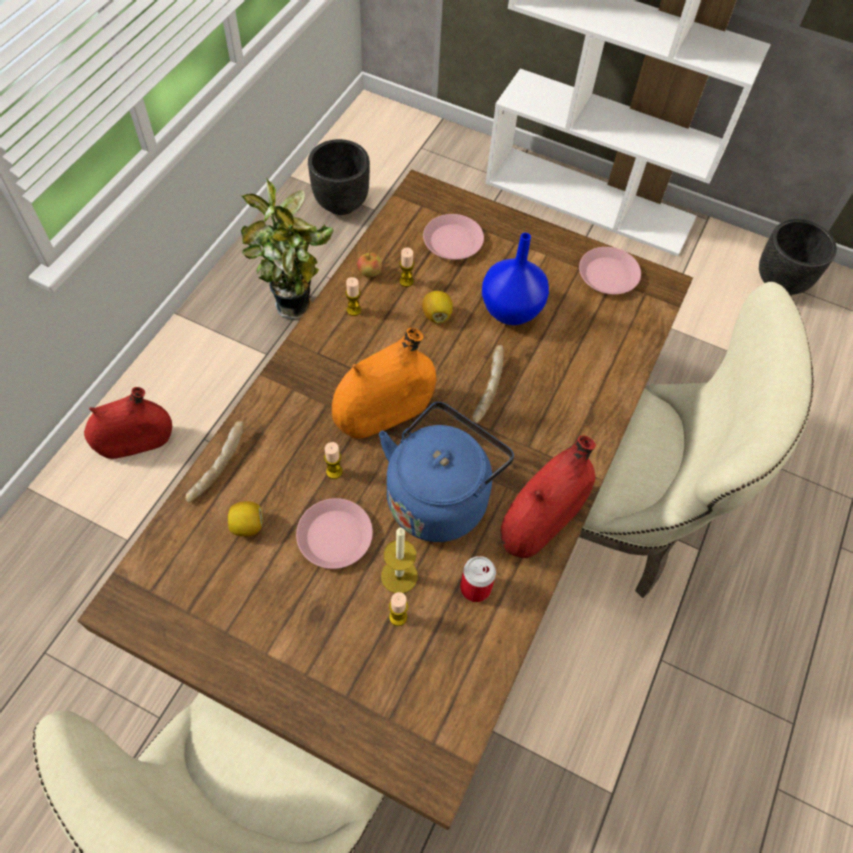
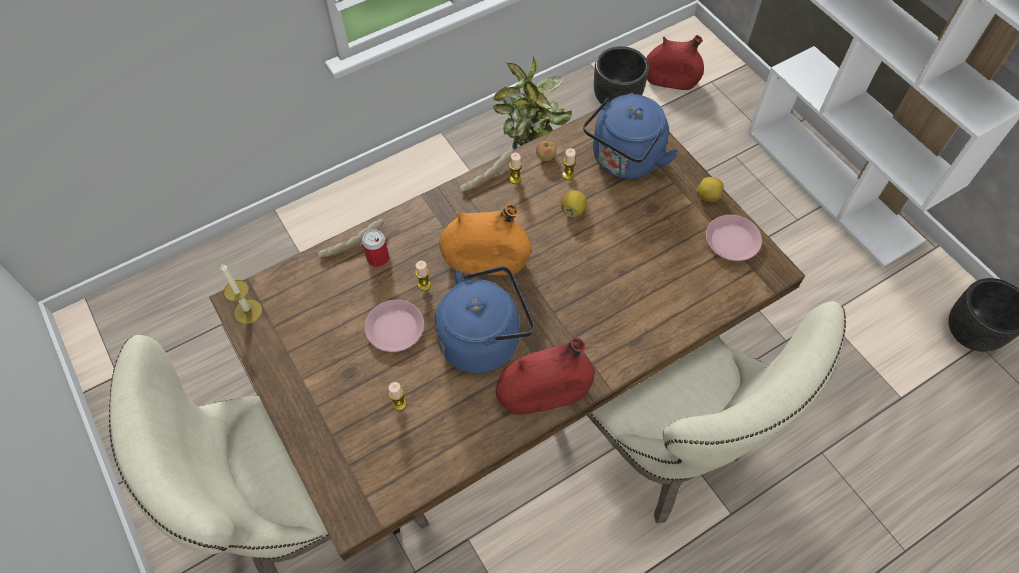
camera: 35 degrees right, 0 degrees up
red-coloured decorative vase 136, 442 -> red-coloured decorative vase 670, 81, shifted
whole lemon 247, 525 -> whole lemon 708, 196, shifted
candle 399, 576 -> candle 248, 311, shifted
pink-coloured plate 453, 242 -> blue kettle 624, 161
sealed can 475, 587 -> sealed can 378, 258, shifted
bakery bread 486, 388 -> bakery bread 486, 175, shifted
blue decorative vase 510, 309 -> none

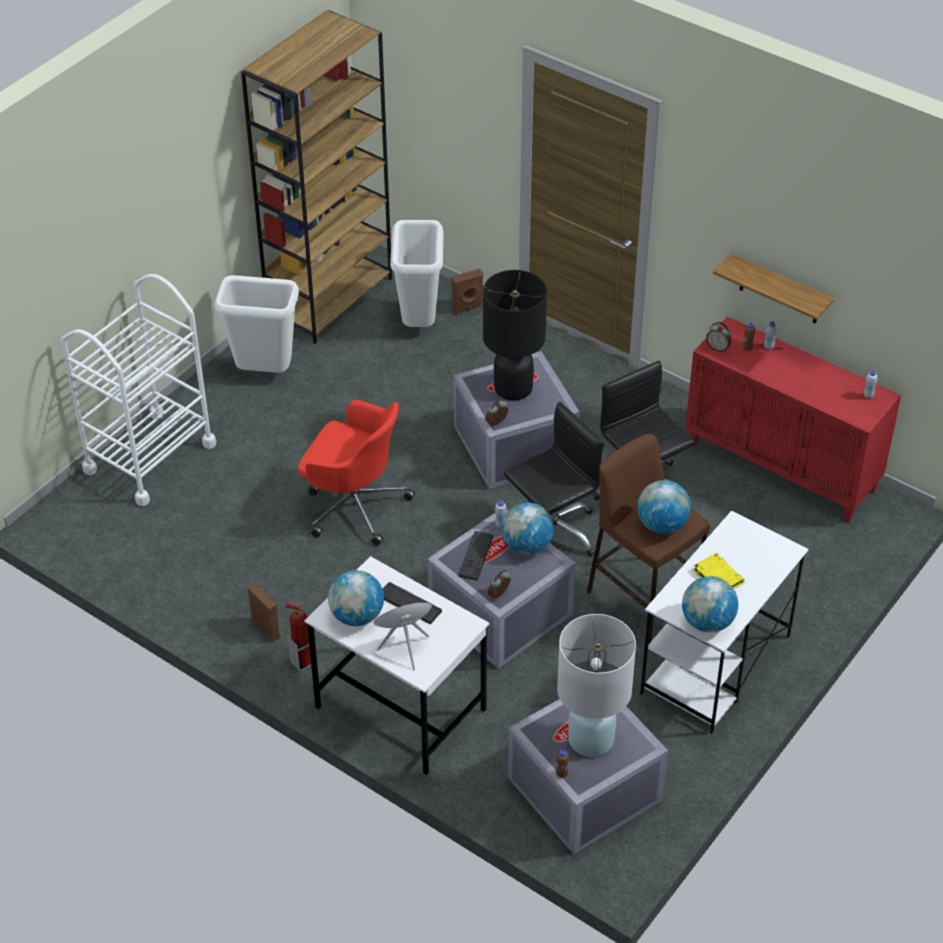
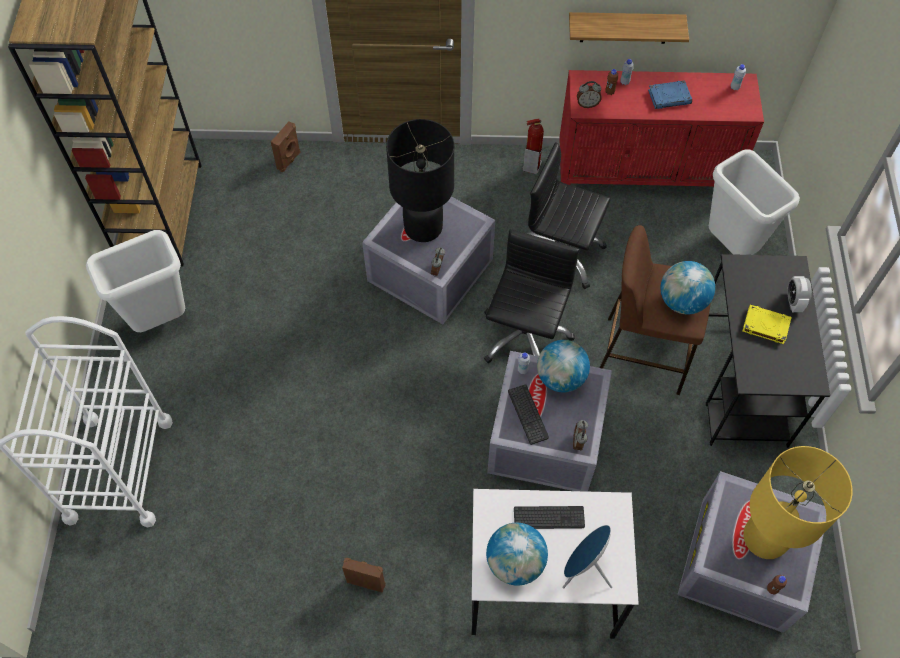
camera: 35 degrees left, 15 degrees up
fire-fighting cylinder 302, 662 -> fire-fighting cylinder 531, 166, shifted
red-coloured office chair 354, 505 -> none
whitish trash can 420, 323 -> whitish trash can 731, 246, shifted
whitish tabletop lamp 590, 739 -> yellowish tabletop lamp 765, 538
whitish desk 715, 665 -> black desk 741, 382
globe 707, 622 -> none
none -> blue volume 669, 97
none -> table clock 793, 302

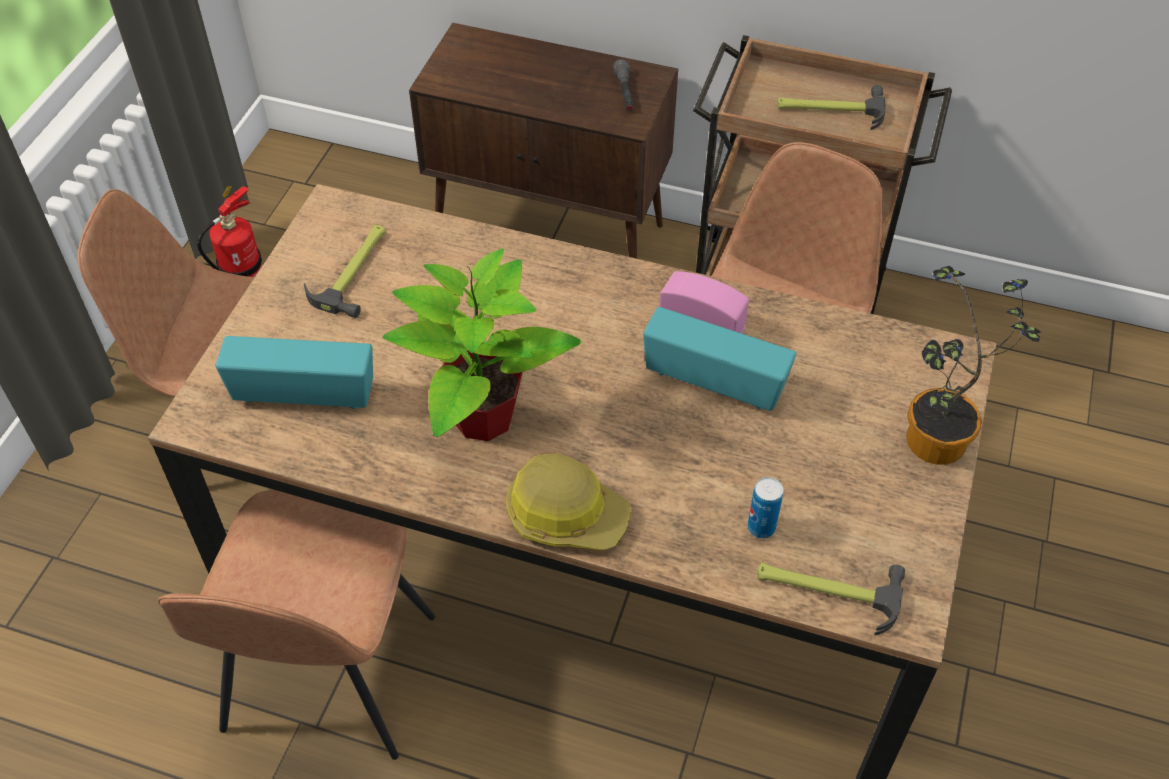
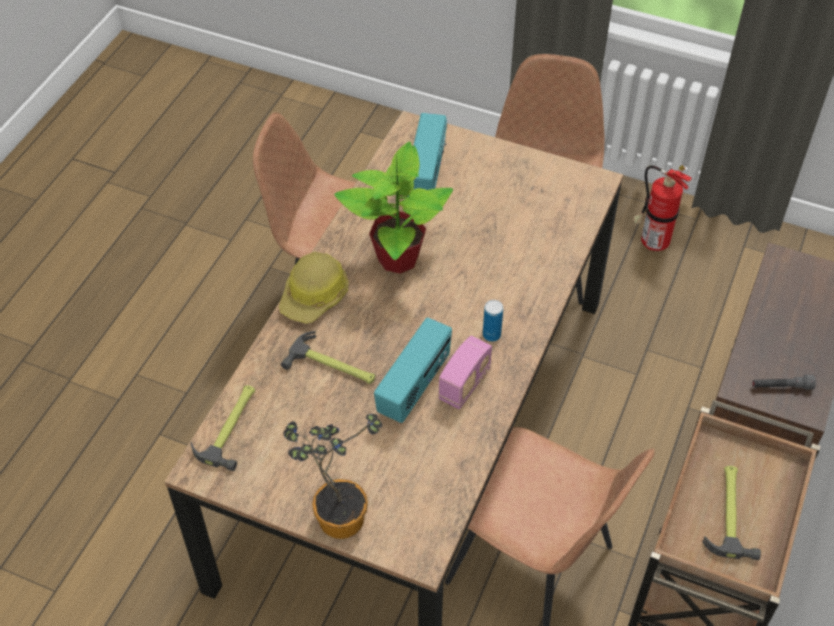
camera: 95 degrees right, 0 degrees up
hand hammer 354, 271 -> hand hammer 333, 366, shifted
sealed can 761, 527 -> sealed can 491, 335, shifted

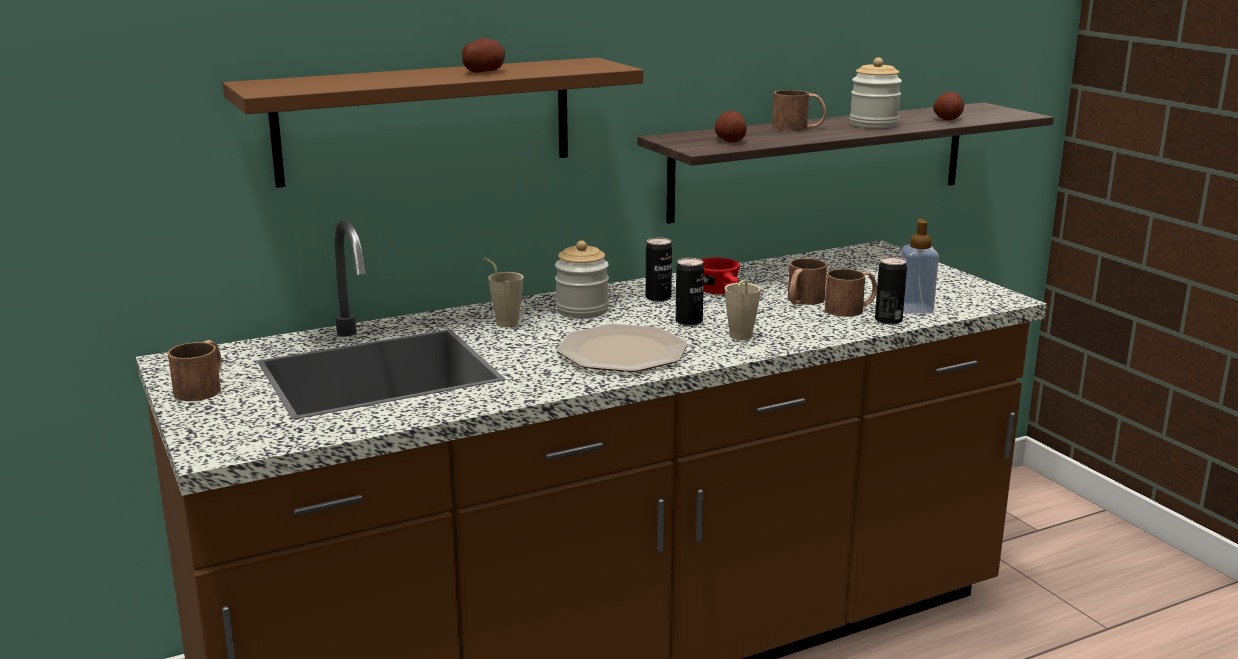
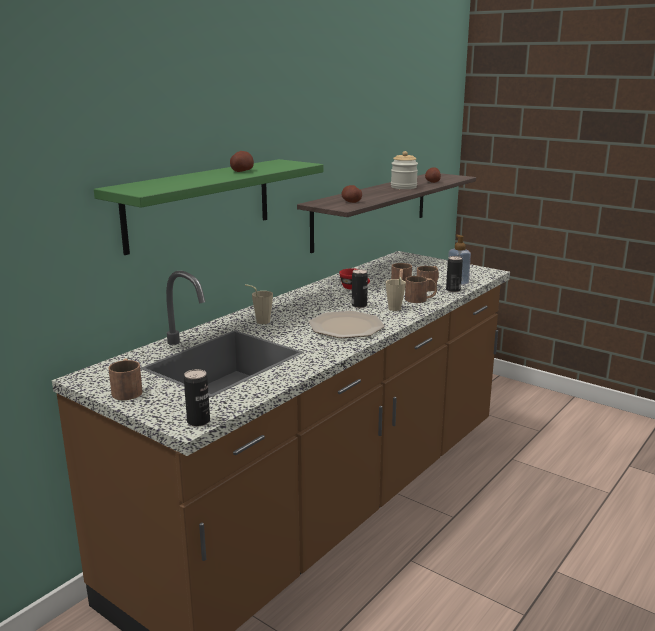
camera: 25 degrees left, 0 degrees up
brown wall shelf 426, 120 -> green wall shelf 199, 204
preserve jar 582, 310 -> none
sealed can 658, 298 -> sealed can 198, 421, shifted
brown coffee mug 799, 128 -> brown coffee mug 421, 299, shifted

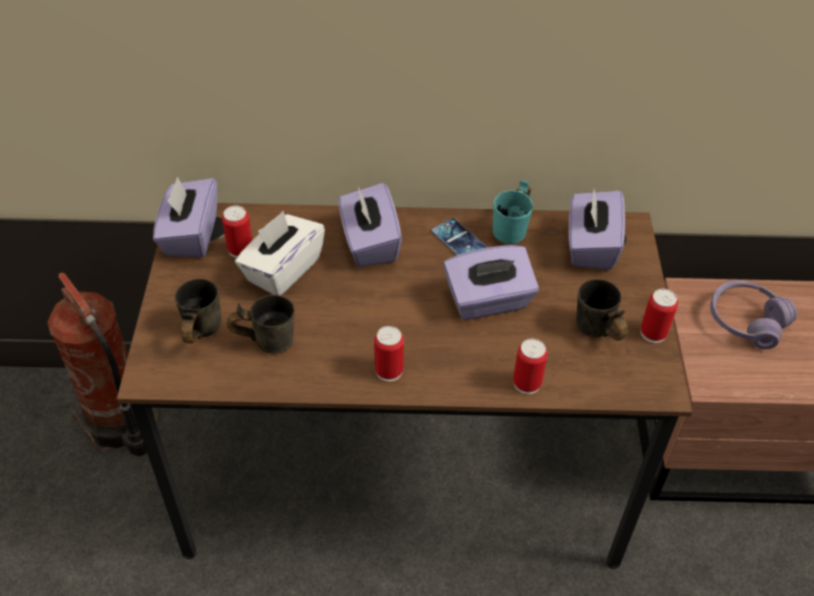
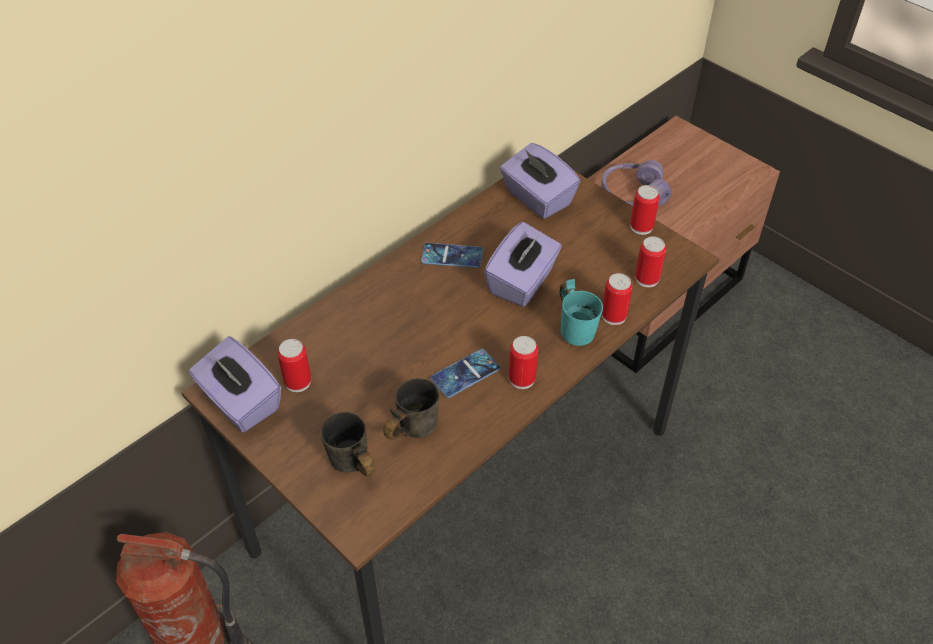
camera: 45 degrees left, 0 degrees up
whitish box of tissues 282, 270 -> none
purple box of tissues 369, 243 -> none
blue-green coffee mug 515, 230 -> blue-green coffee mug 578, 327, shifted
greyish coffee mug 594, 333 -> none
none -> handset 465, 373
none -> sealed can 647, 278

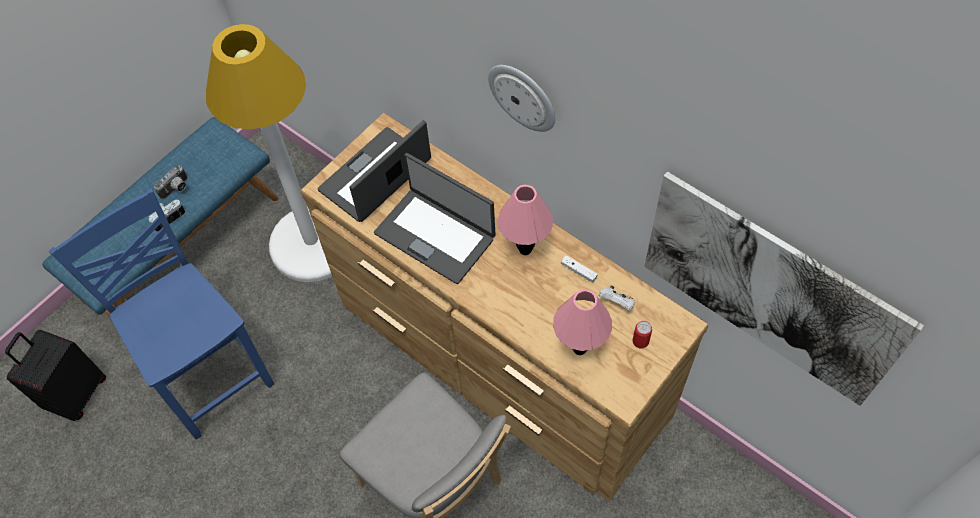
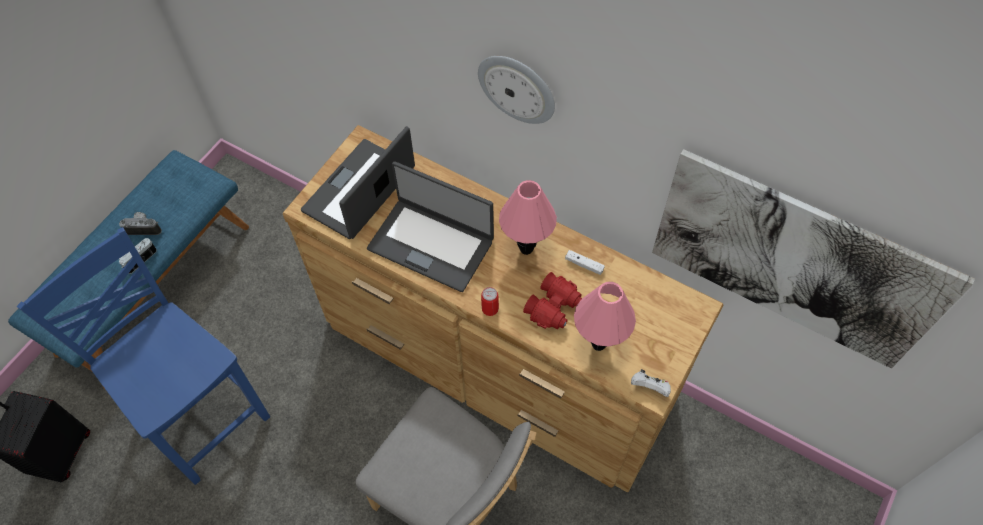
camera: 10 degrees left, 0 degrees up
photo camera 176, 189 -> photo camera 144, 227, 120 degrees counterclockwise
whitish standing lamp 312, 244 -> none
whitish game controller 617, 303 -> whitish game controller 649, 387, shifted
sealed can 640, 341 -> sealed can 490, 308, shifted
none -> red-coloured binoculars 554, 307

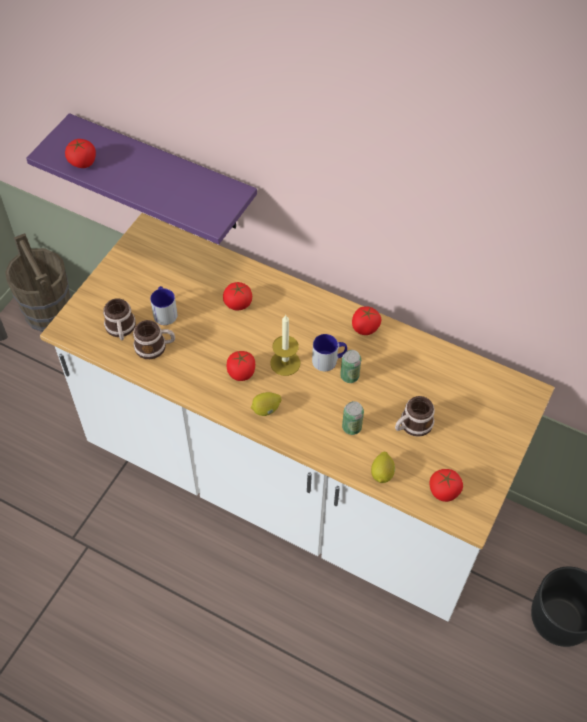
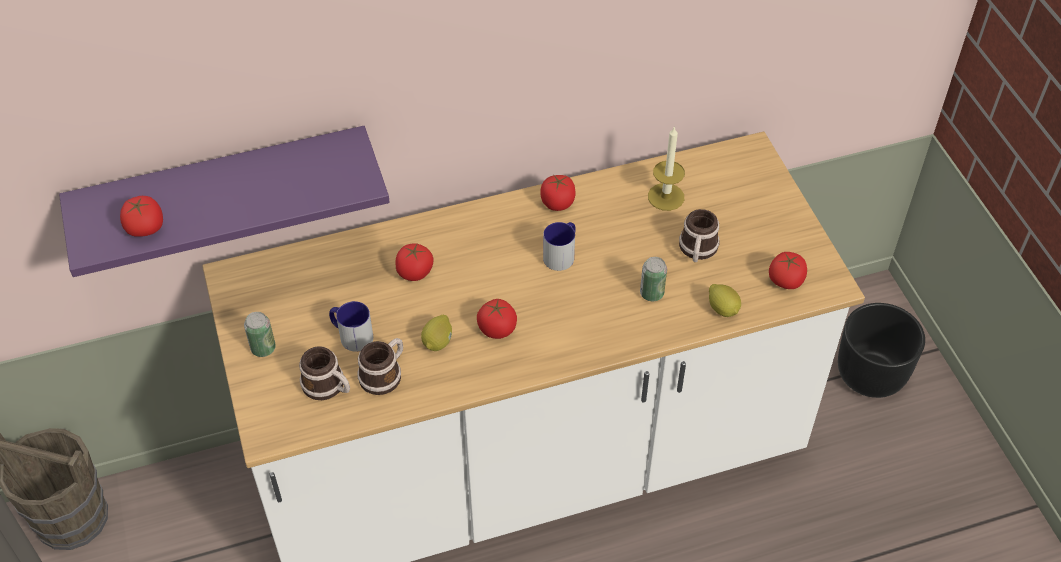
camera: 45 degrees left, 5 degrees down
whole lemon 266, 409 -> whole lemon 438, 342, shifted
candle 285, 363 -> candle 666, 197, shifted
sealed can 349, 376 -> sealed can 263, 348, shifted

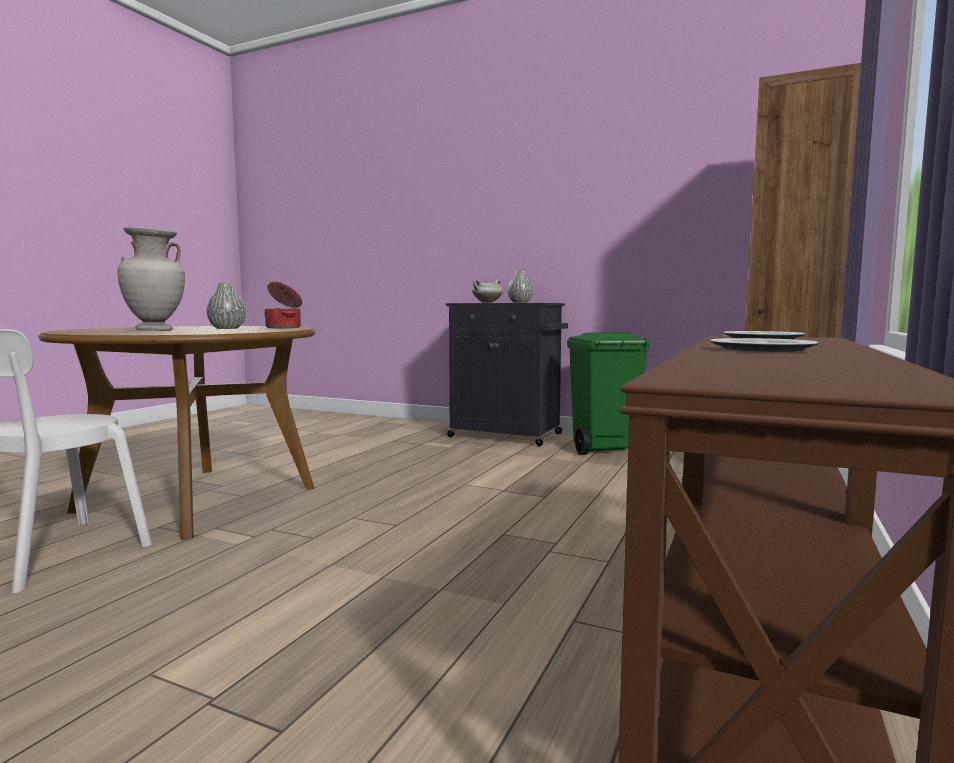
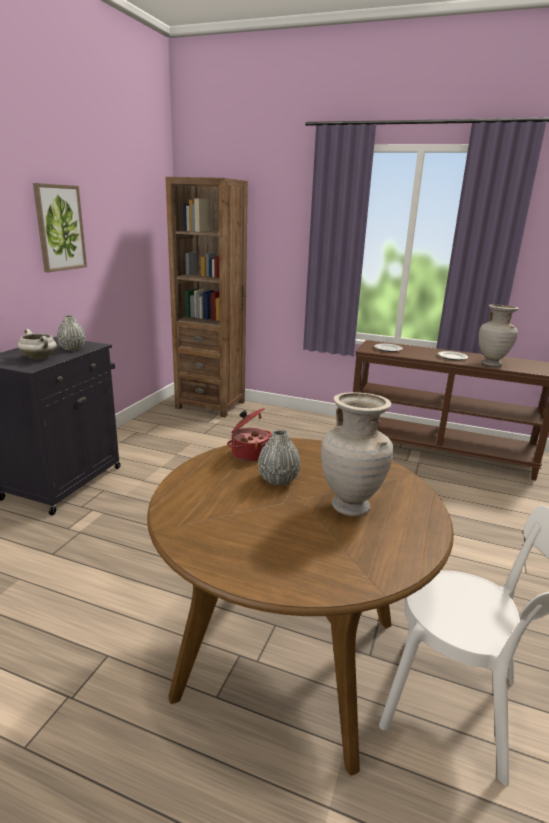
camera: 95 degrees left, 15 degrees up
green trash can 603, 449 -> none
none -> wall art 59, 228
none -> beige-coloured decorative vase 492, 364

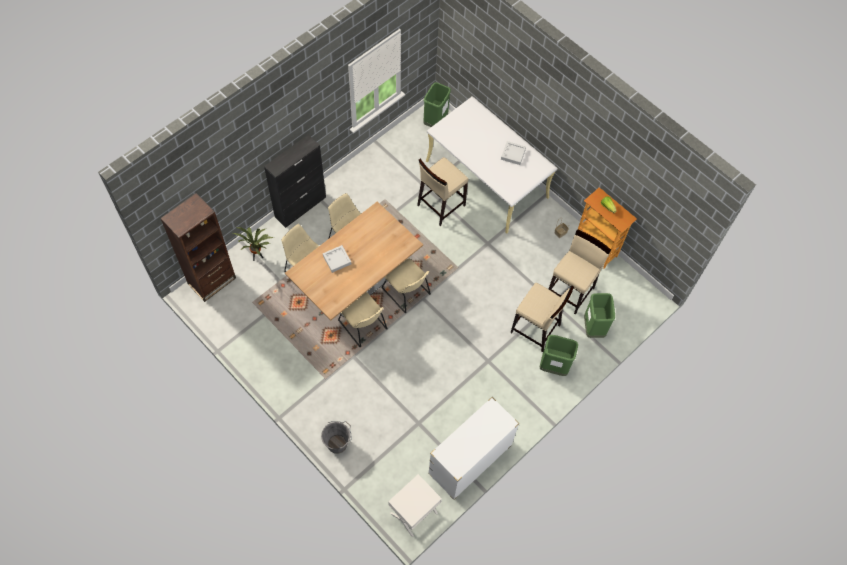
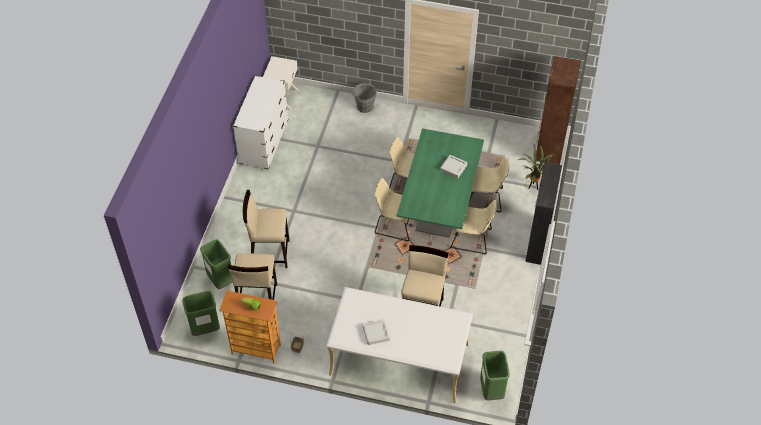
camera: 150 degrees right, 10 degrees down
brown dinner table 356, 284 -> green dinner table 439, 209
green trash can 553, 367 -> green trash can 205, 329, shifted

